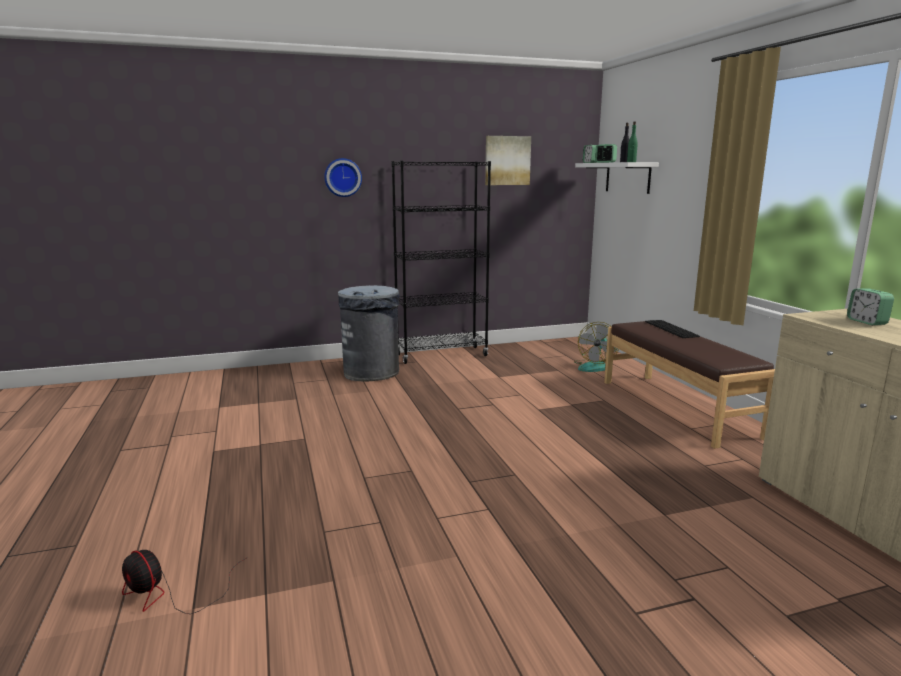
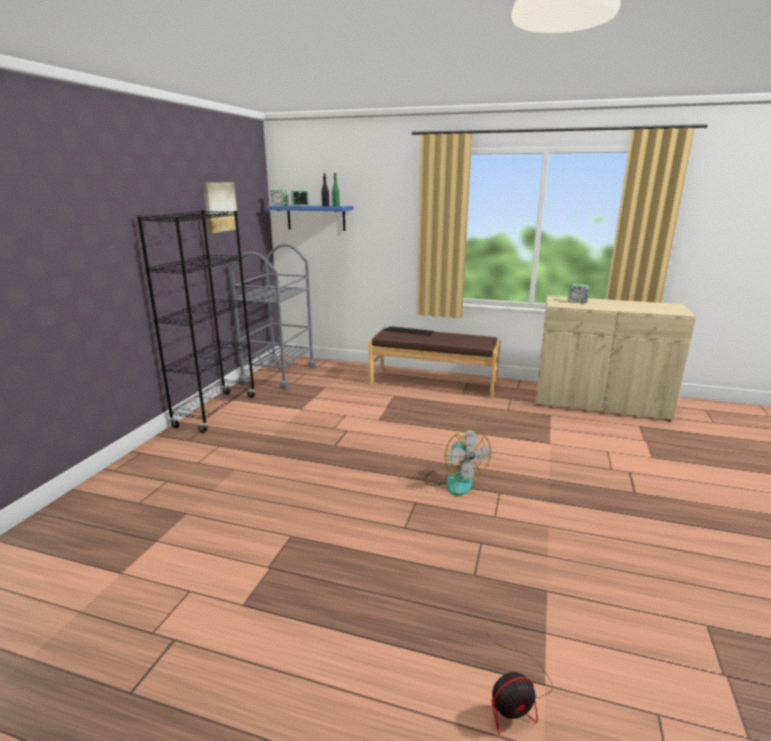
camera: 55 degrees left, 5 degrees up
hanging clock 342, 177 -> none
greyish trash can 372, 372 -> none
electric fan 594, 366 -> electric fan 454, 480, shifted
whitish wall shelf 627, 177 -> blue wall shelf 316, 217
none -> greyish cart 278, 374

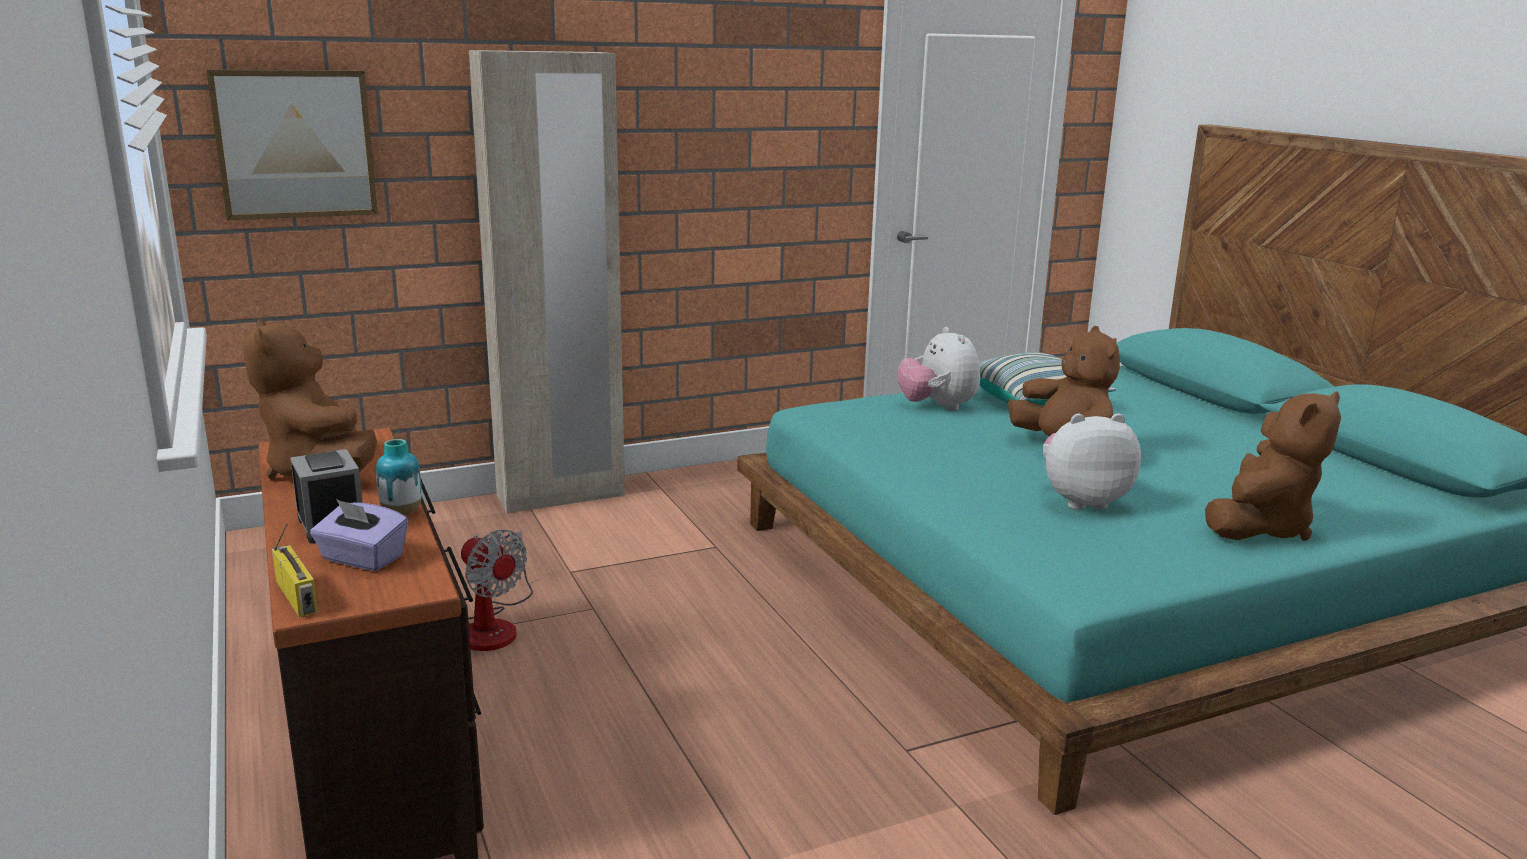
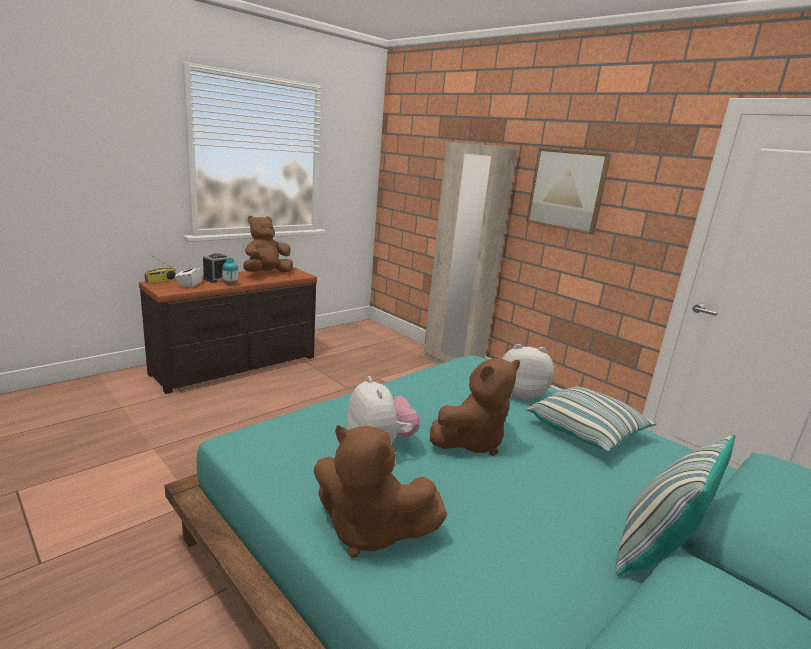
camera: 70 degrees right, 0 degrees up
wall art 295, 144 -> wall art 567, 190, shifted
purple box of tissues 362, 559 -> whitish box of tissues 189, 284
electric fan 495, 626 -> none
soft toy 937, 407 -> soft toy 520, 394, 45 degrees clockwise
none -> cushion 655, 551

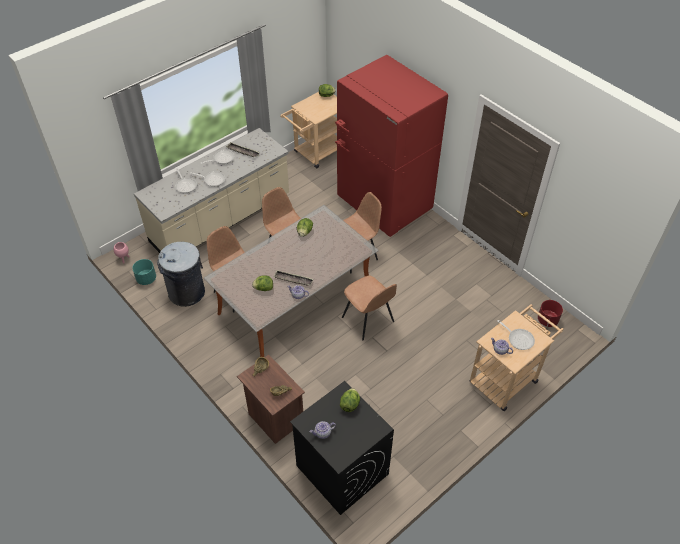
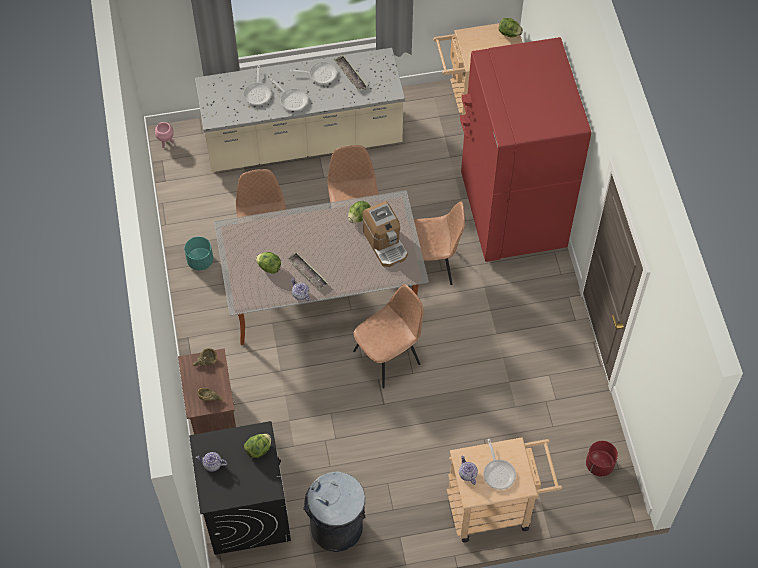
camera: 30 degrees right, 10 degrees up
blue-green flower pot 146, 279 -> blue-green flower pot 200, 261, shifted
greyish trash can 187, 292 -> greyish trash can 337, 528, shifted
brown chair 368, 320 -> brown chair 388, 356, 120 degrees counterclockwise
none -> coffee maker 385, 244

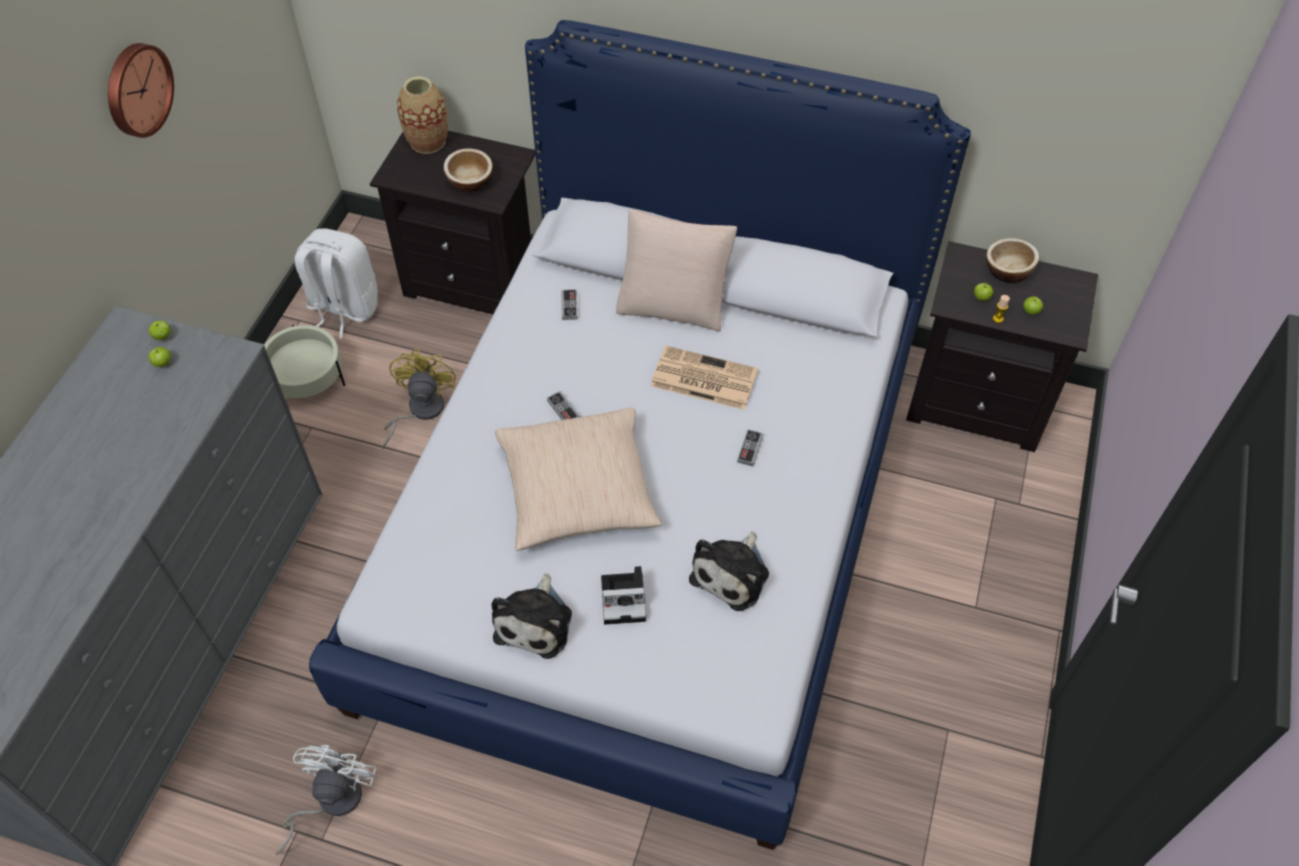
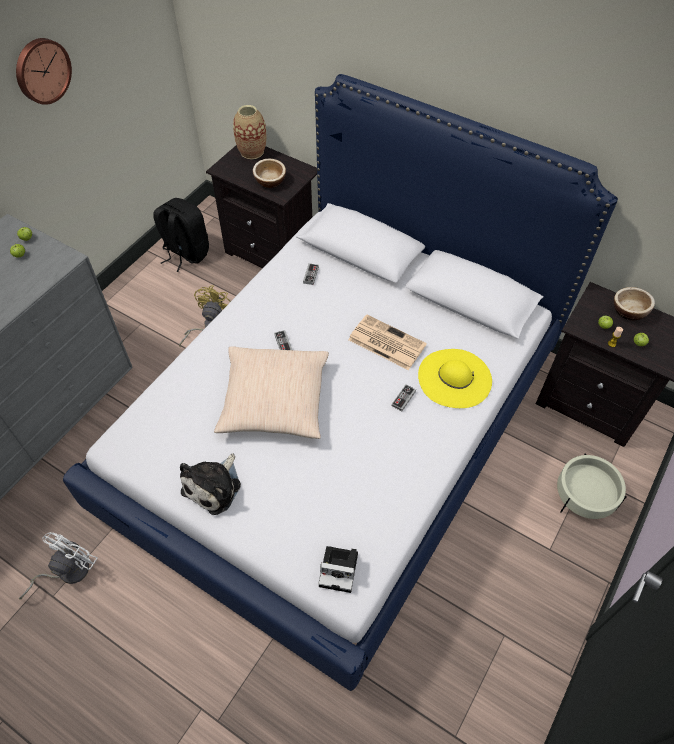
camera: 15 degrees right, 0 degrees up
beige-coloured flower pot 307, 378 -> beige-coloured flower pot 584, 496, shifted
whitish backpack 343, 308 -> black backpack 185, 253
photo camera 625, 598 -> photo camera 340, 569, shifted
beige-coloured cushion 674, 300 -> none
soft toy 732, 574 -> none
none -> yellowish clothing hat 454, 378

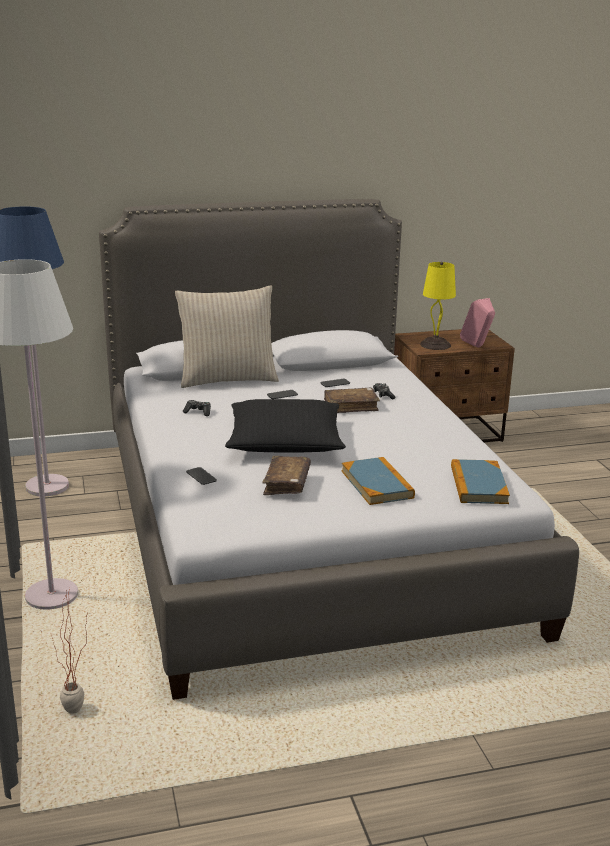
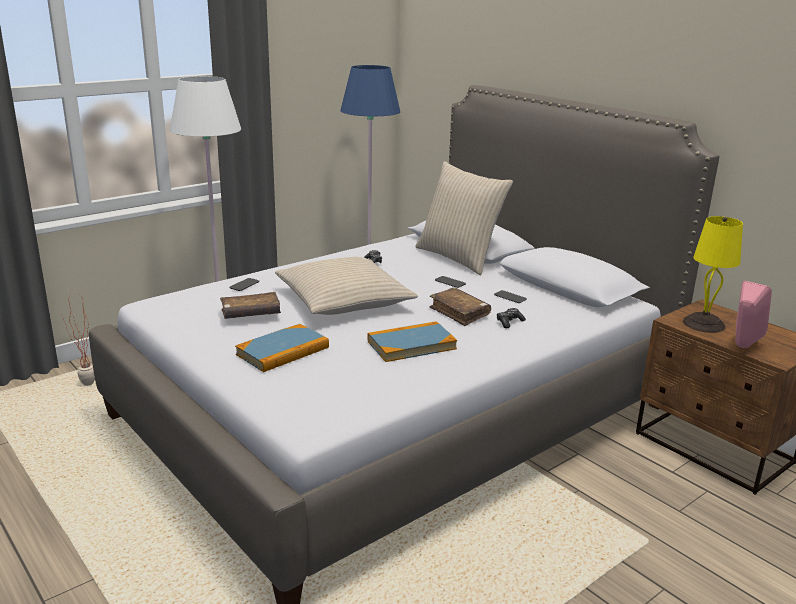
camera: 65 degrees right, 0 degrees up
black cushion 285, 441 -> beige-coloured cushion 343, 300
volume 478, 485 -> volume 411, 345, shifted

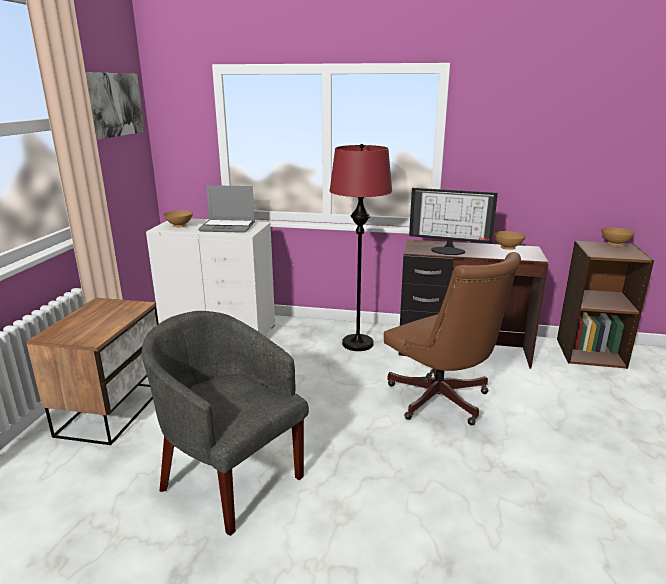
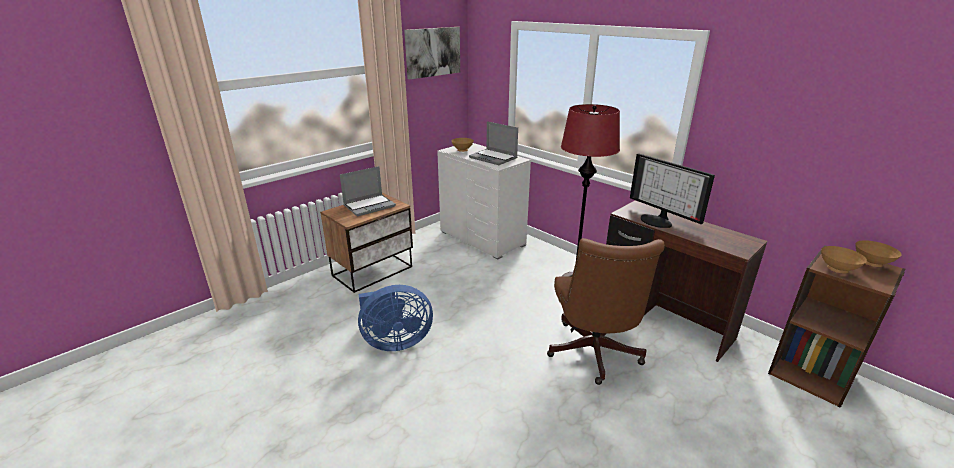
camera: 35 degrees right, 5 degrees up
greyish armchair 230, 478 -> blue electric fan 395, 342
brown deep dish 507, 249 -> brown deep dish 837, 270, shifted
none -> laptop 370, 206

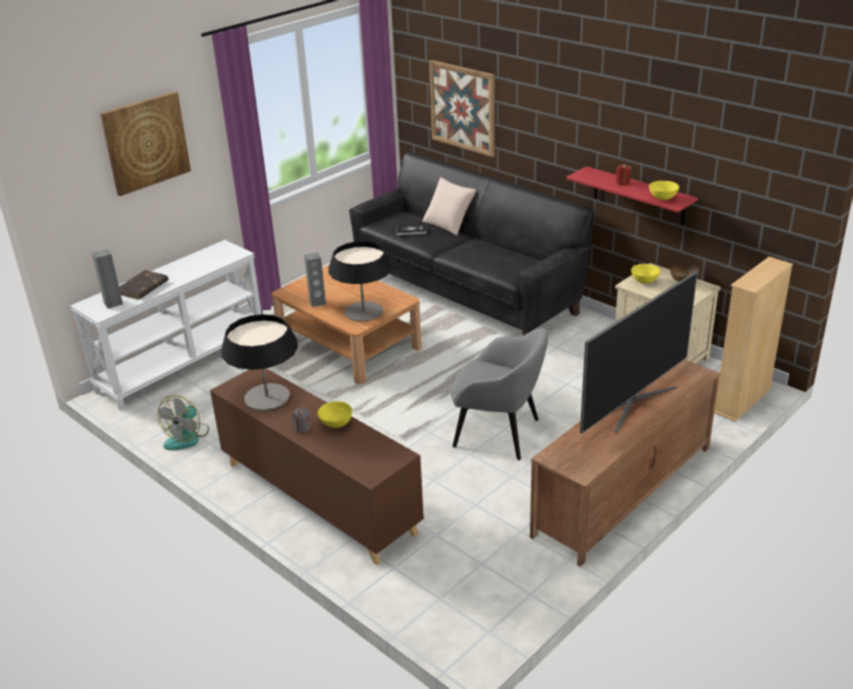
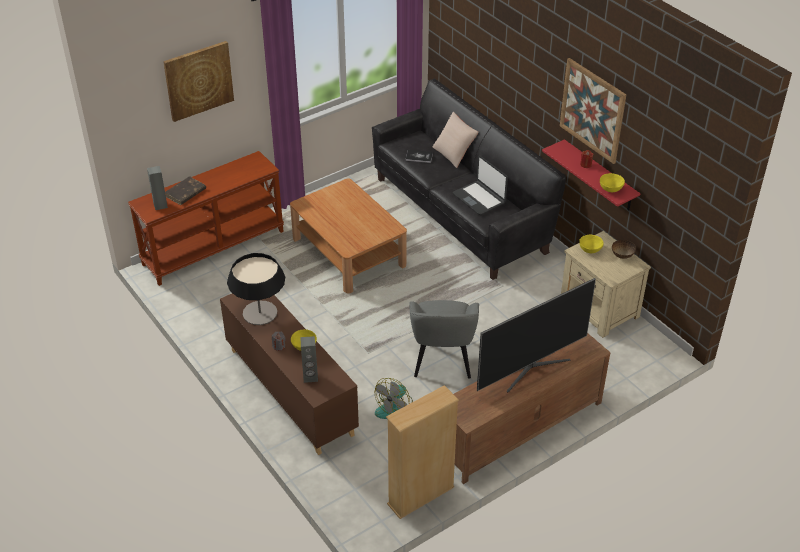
camera: 10 degrees right, 10 degrees up
whitish console table 182, 362 -> brown console table 213, 247
electric fan 187, 437 -> electric fan 394, 407, shifted
greyish audio speaker 317, 302 -> greyish audio speaker 310, 377, shifted
tabletop lamp 363, 311 -> none
wall art 463, 107 -> wall art 592, 110, shifted
greyish armchair 499, 433 -> greyish armchair 442, 359, 60 degrees clockwise
beige-coloured bookshelf 742, 401 -> beige-coloured bookshelf 421, 496, shifted
none -> laptop 479, 198

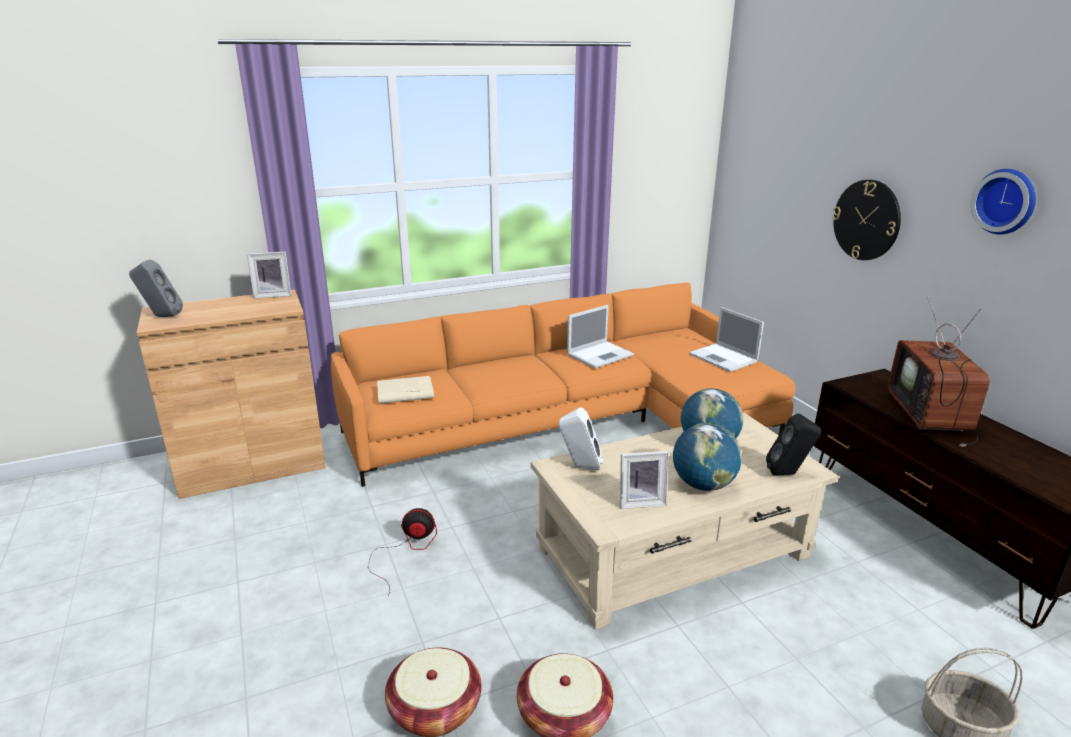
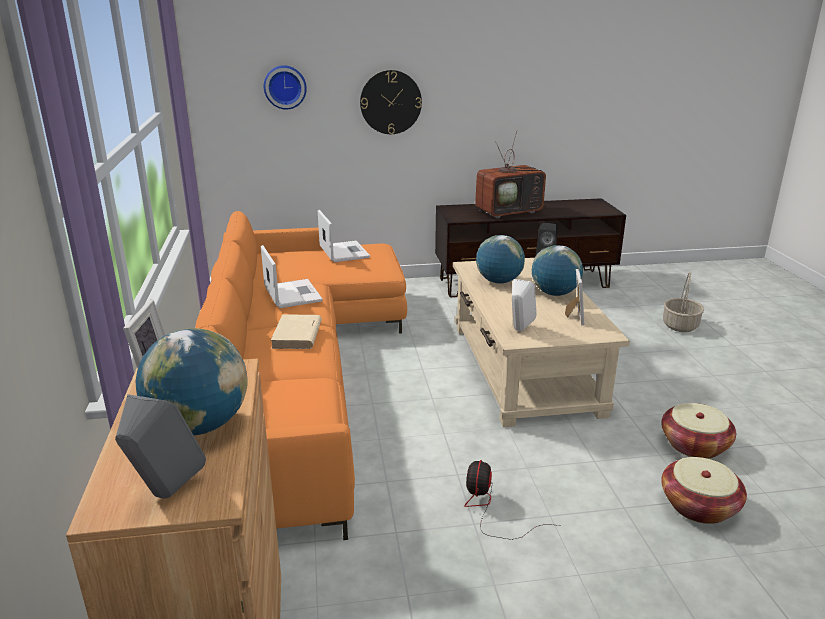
camera: 75 degrees left, 0 degrees up
beige-coloured volume 404, 393 -> beige-coloured volume 297, 335, shifted
laptop 724, 358 -> laptop 343, 252, 90 degrees counterclockwise
television 931, 416 -> television 509, 211, 45 degrees counterclockwise
hanging clock 1006, 201 -> hanging clock 285, 87, shifted
none -> globe 199, 426

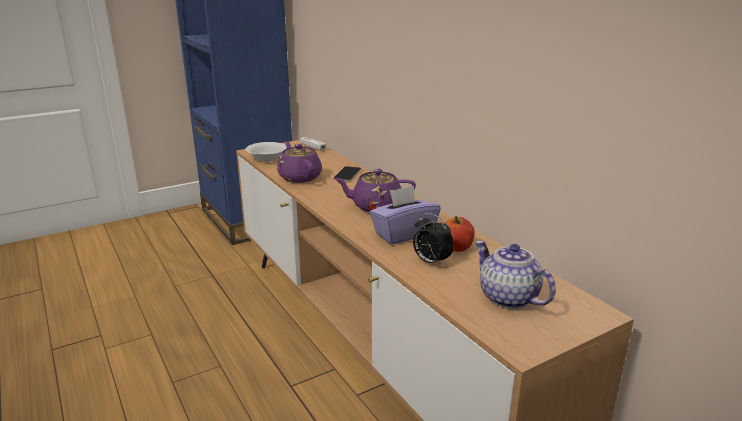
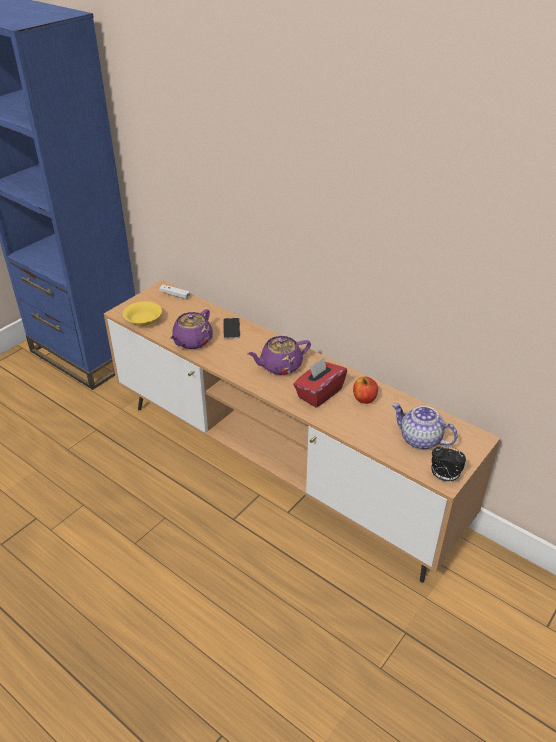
camera: 20 degrees left, 15 degrees up
whitish deep dish 267, 158 -> yellowish deep dish 143, 320
purple teapot 299, 177 -> purple teapot 192, 341, 105 degrees counterclockwise
purple box of tissues 403, 234 -> red-coloured box of tissues 319, 393
table clock 431, 262 -> table clock 444, 477, shifted

